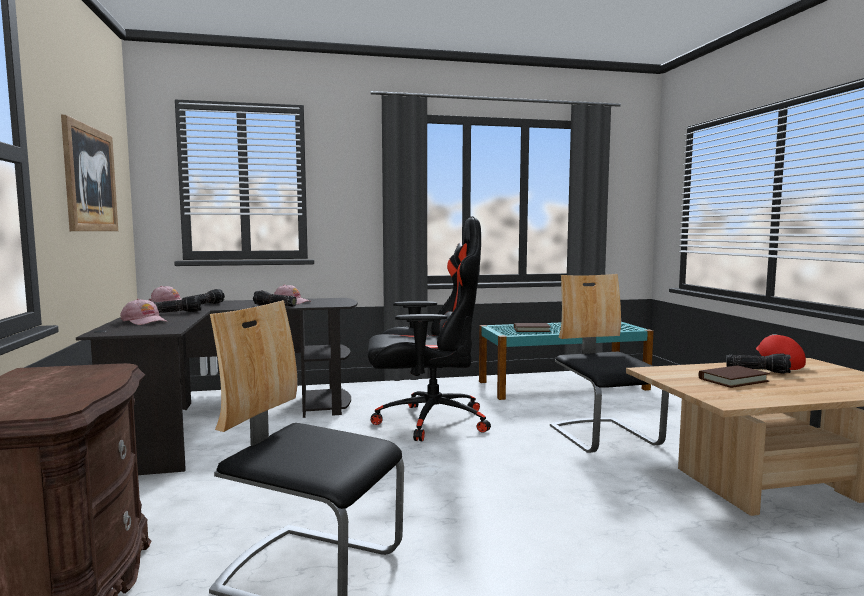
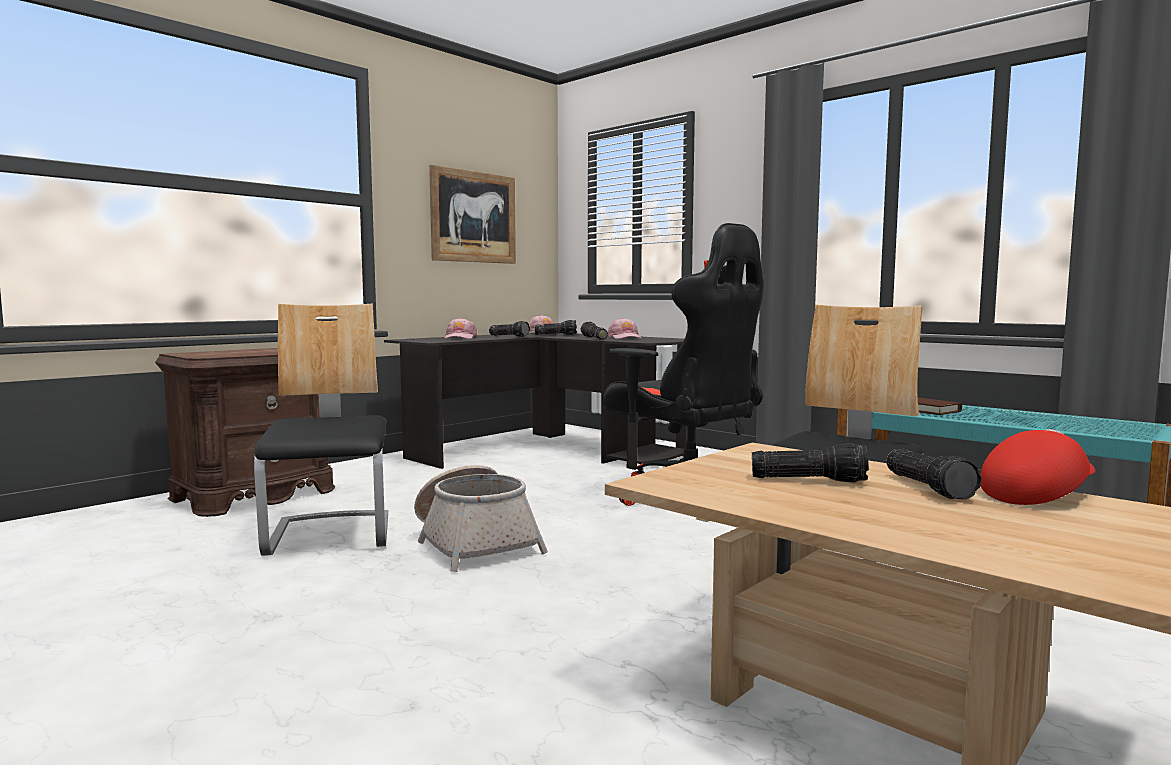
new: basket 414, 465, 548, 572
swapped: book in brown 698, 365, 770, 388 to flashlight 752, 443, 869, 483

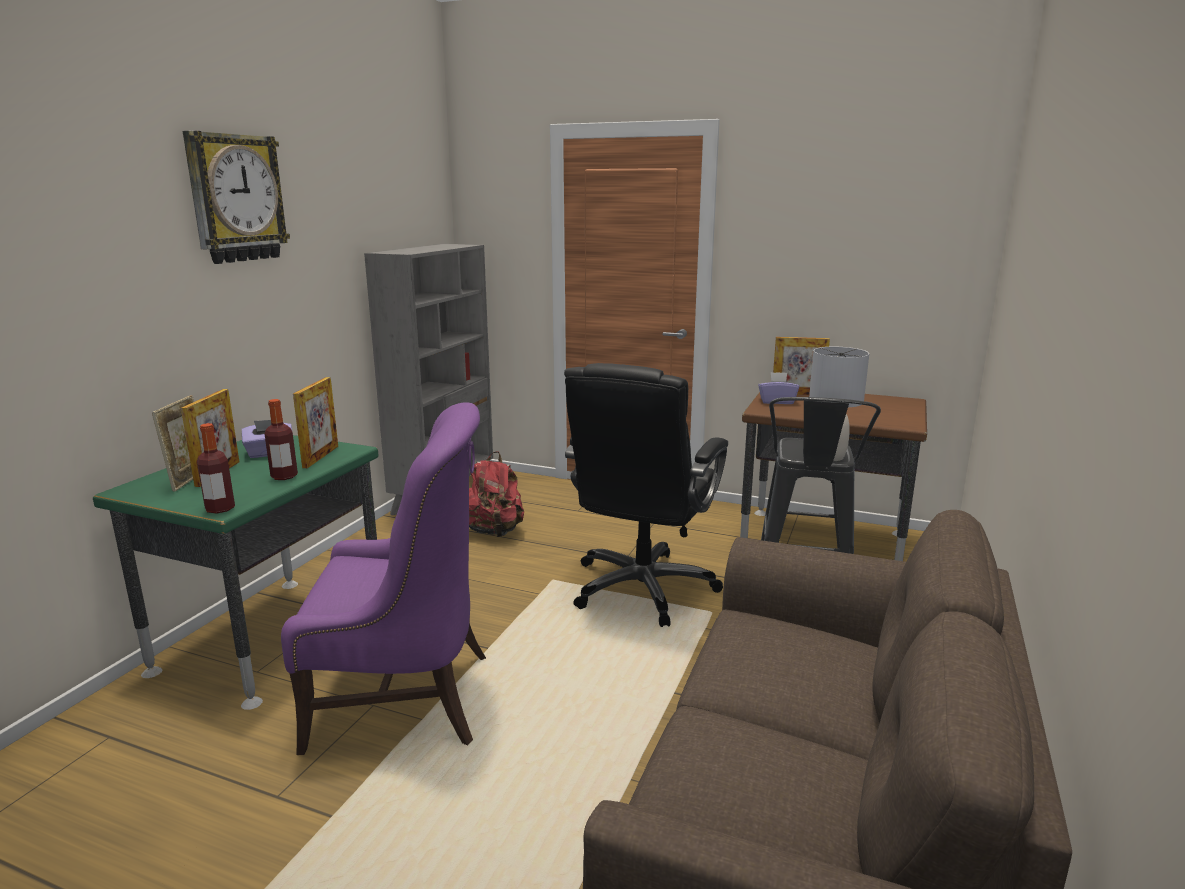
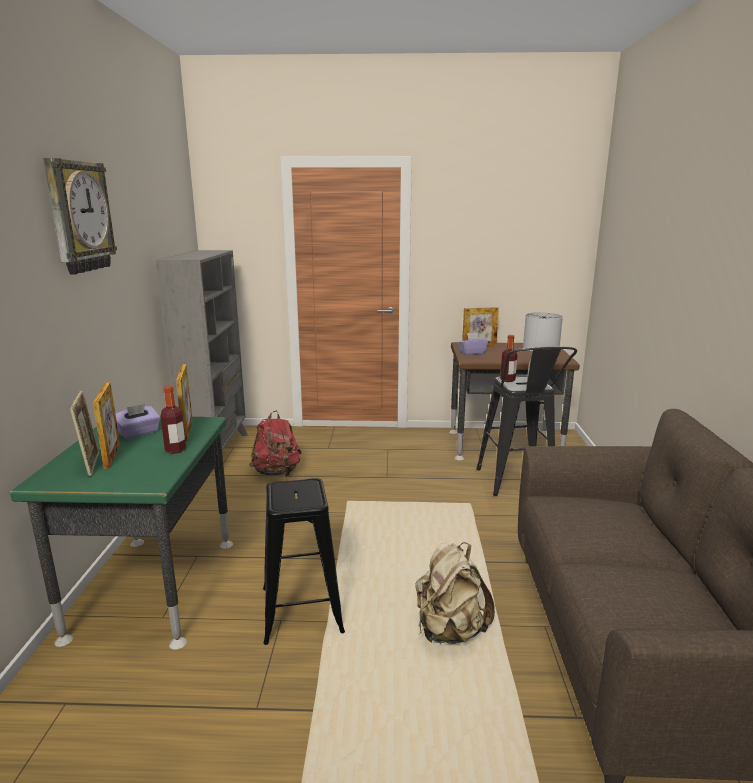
gone: office chair in black 564, 363, 728, 627
new: backpack in beige 415, 542, 495, 644
shifted: bottle 197, 423, 235, 513 to 500, 335, 517, 382
swapped: chair in purple 281, 402, 486, 755 to stool in black 263, 478, 345, 645

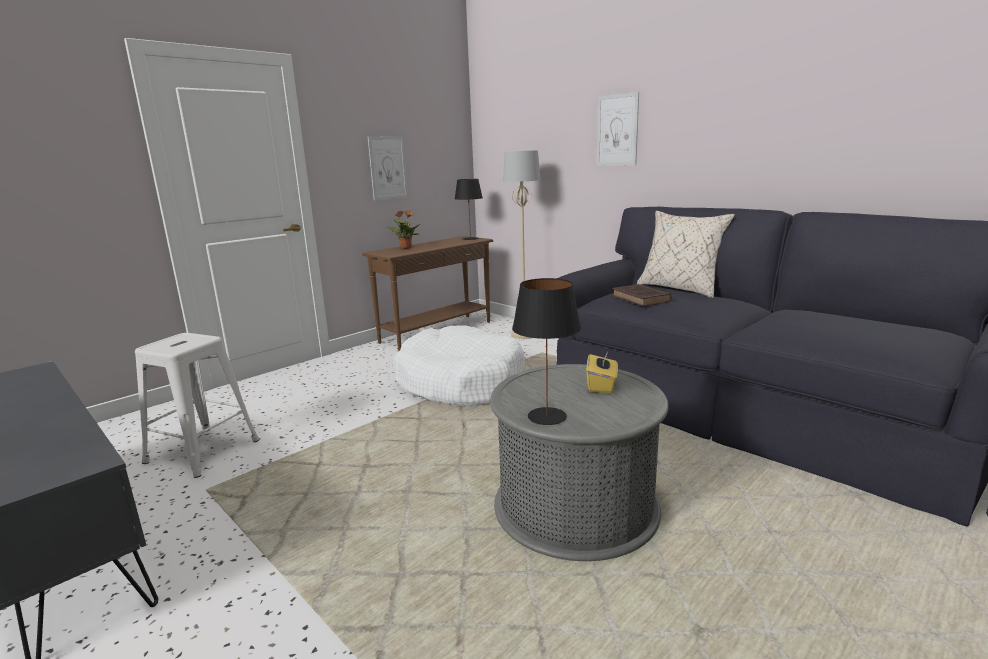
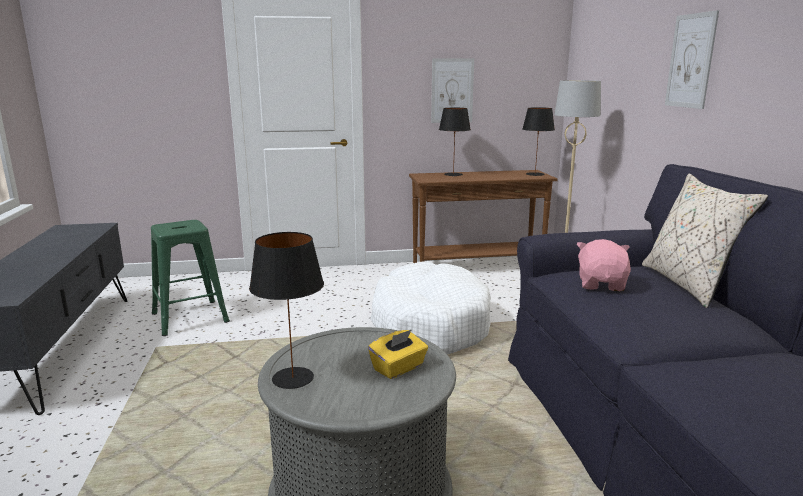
swapped: potted plant 387, 210, 420, 249 to table lamp in black 439, 108, 471, 176; book in brown 612, 284, 671, 306 to plush toy in pink 577, 239, 631, 291
repainted: stool in white 135, 333, 260, 478 to stool in green 151, 220, 230, 336

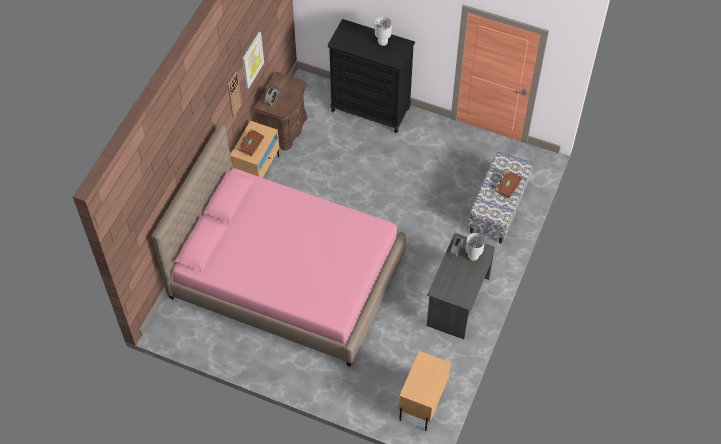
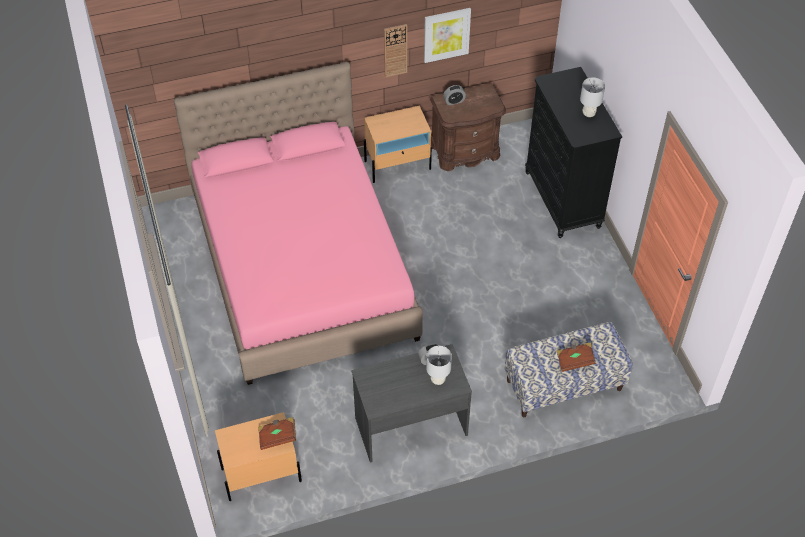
shifted: book in brown 238, 129, 265, 157 to 258, 417, 296, 450

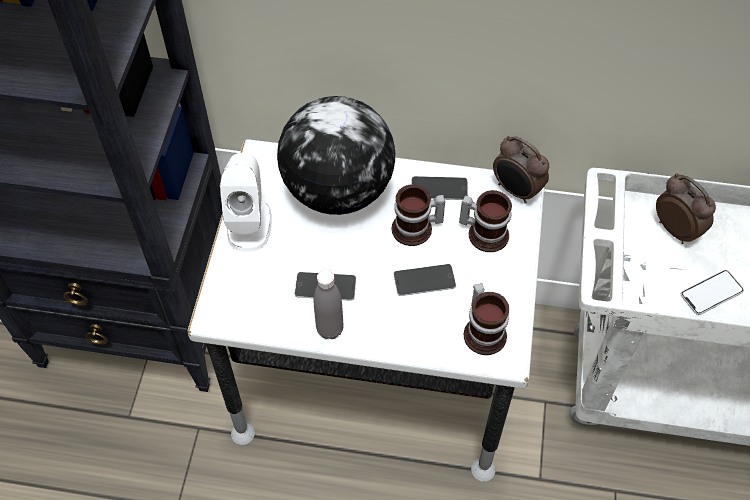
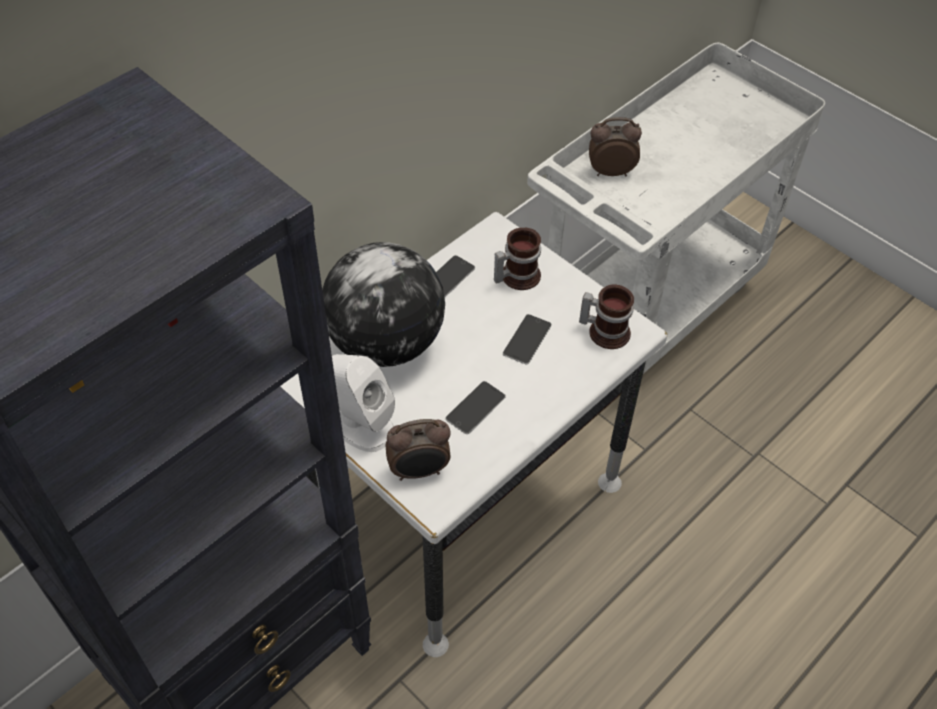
gone: mug 392, 185, 445, 246; bottle in grey 314, 270, 344, 339; phone 681, 270, 744, 315
shifted: alarm clock 493, 136, 549, 204 to 385, 419, 450, 481

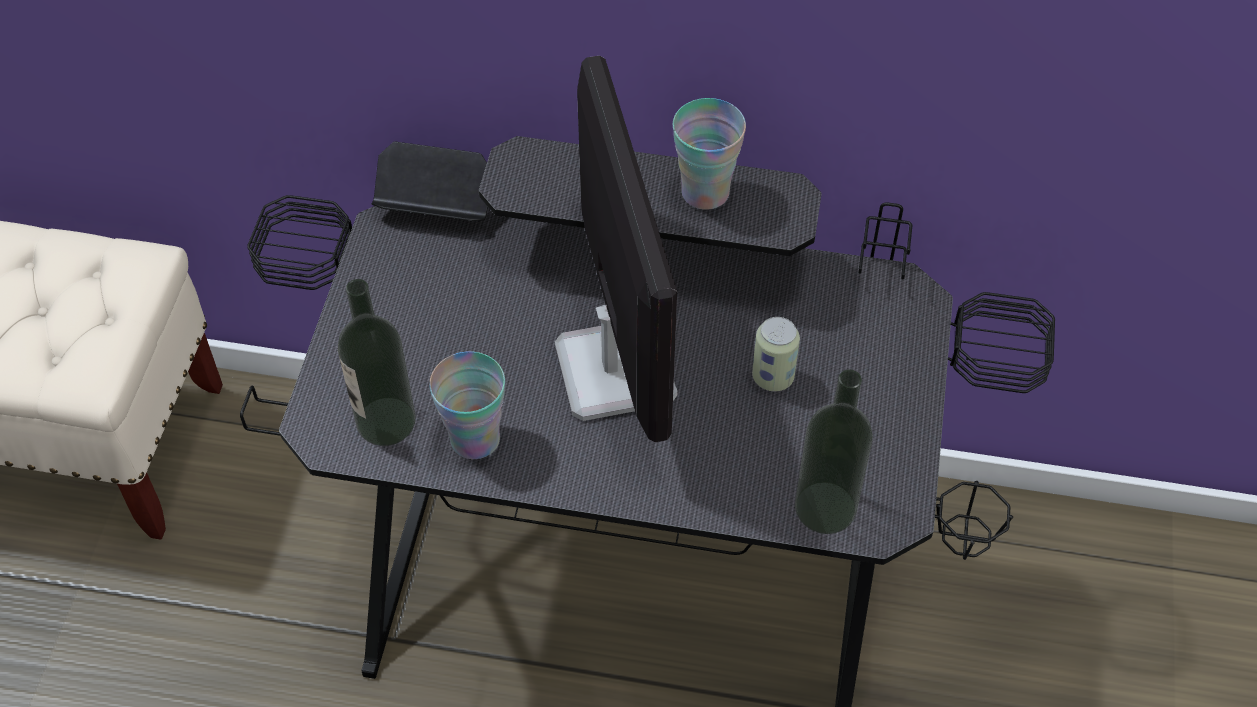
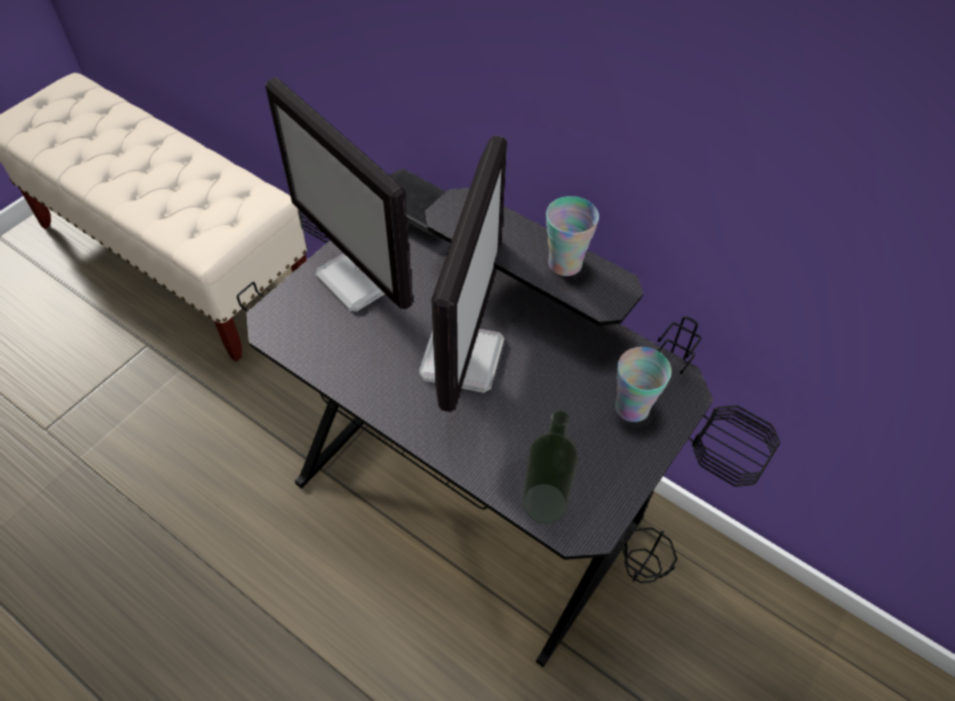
gone: bottle 338, 279, 416, 446; can 752, 317, 800, 391
new: monitor 265, 78, 413, 311
shifted: cup 429, 352, 505, 459 to 615, 347, 671, 422

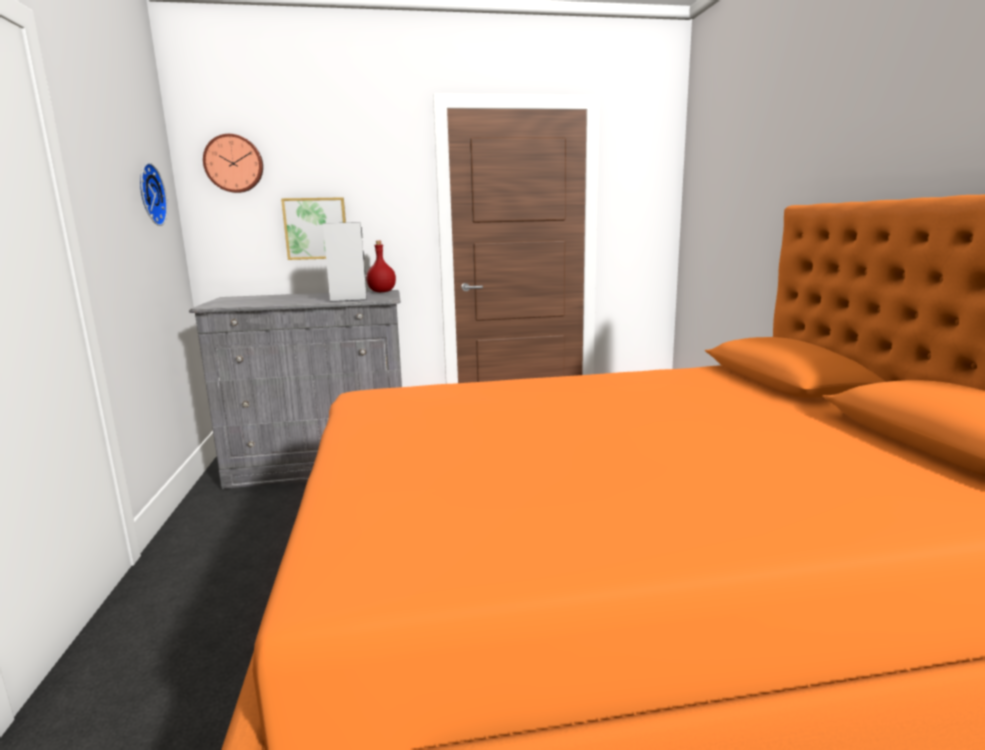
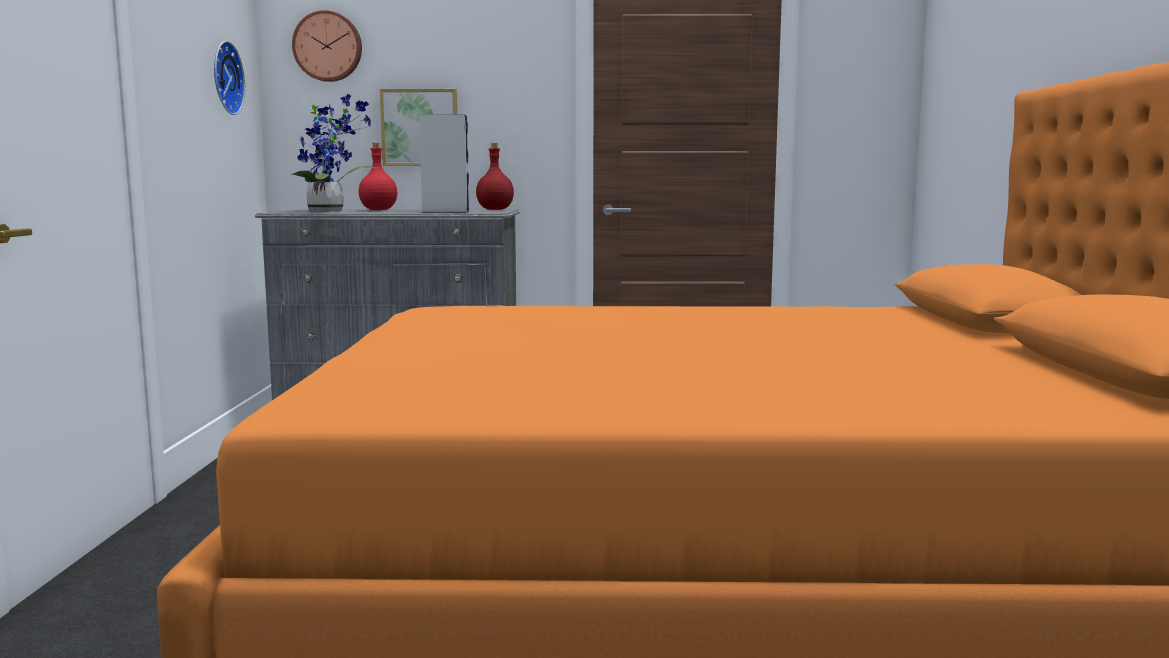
new: potted plant 291, 94, 379, 212; bottle in red 359, 143, 397, 210

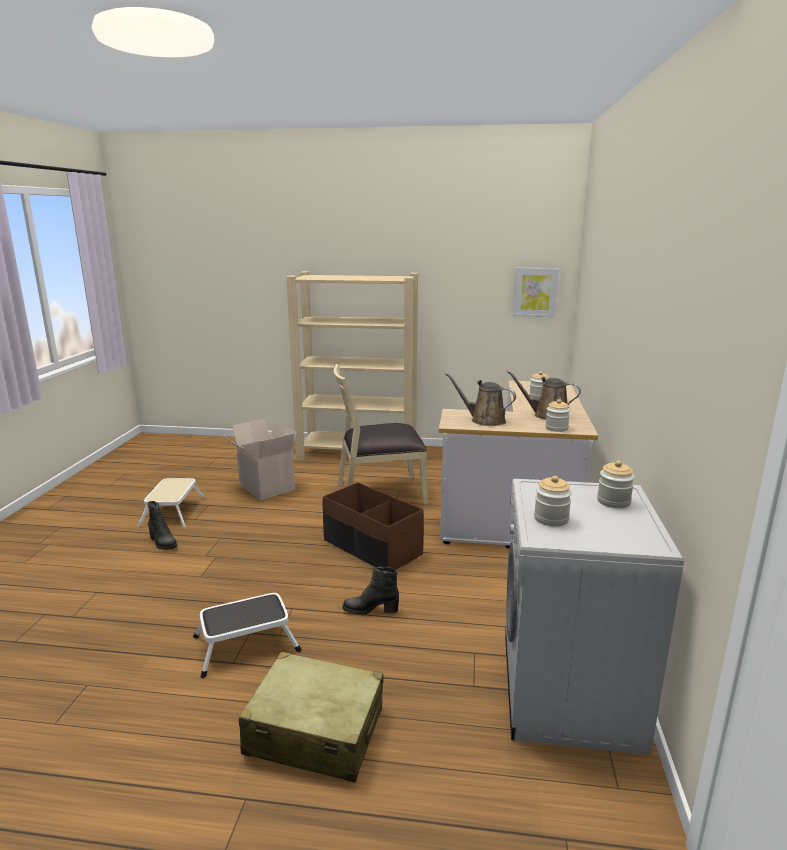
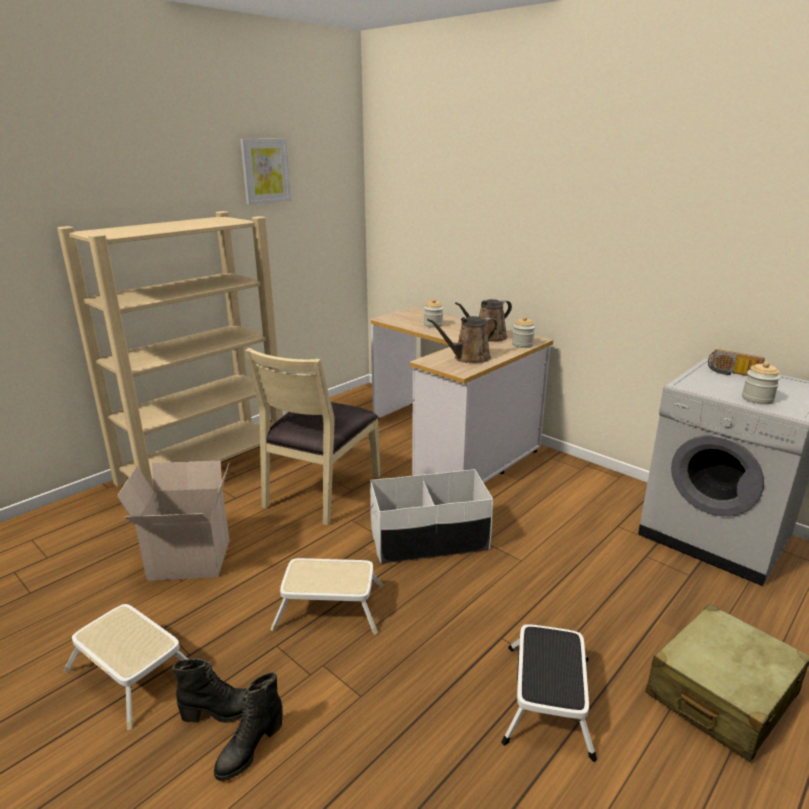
new: step ladder in beige 271, 558, 384, 635
shifted: picture 513, 268, 559, 317 to 240, 139, 291, 205; boot in black 343, 567, 399, 615 to 214, 672, 283, 781
swapped: jar 597, 461, 635, 508 to radio 708, 349, 765, 376
repainted: storage box in brown 322, 482, 424, 570 to storage box in white 370, 469, 493, 564

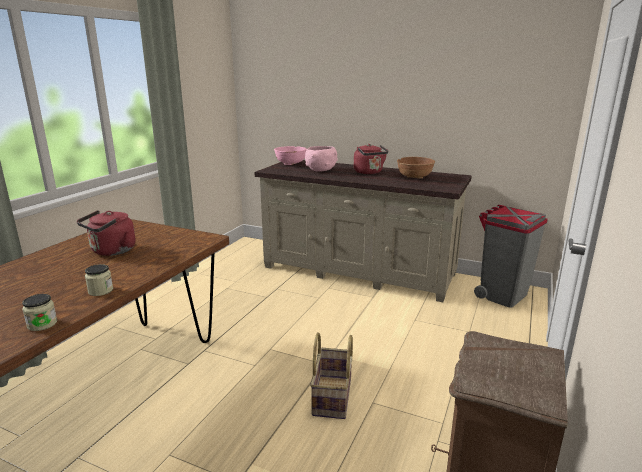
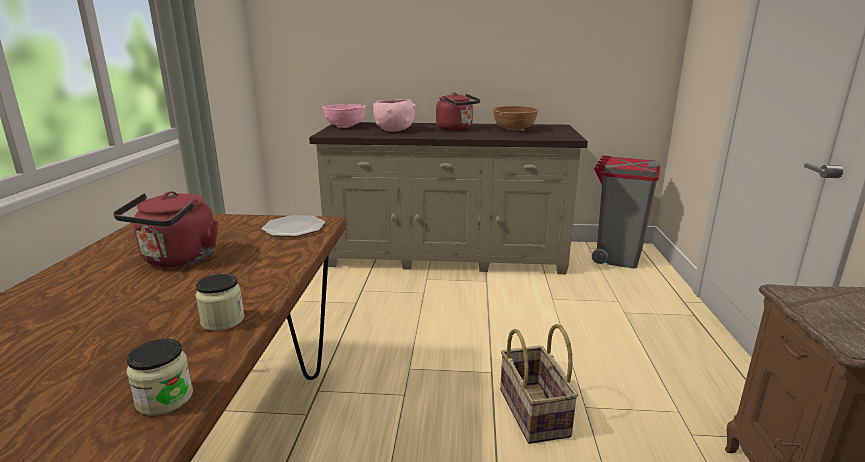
new: plate 261, 215, 325, 237

